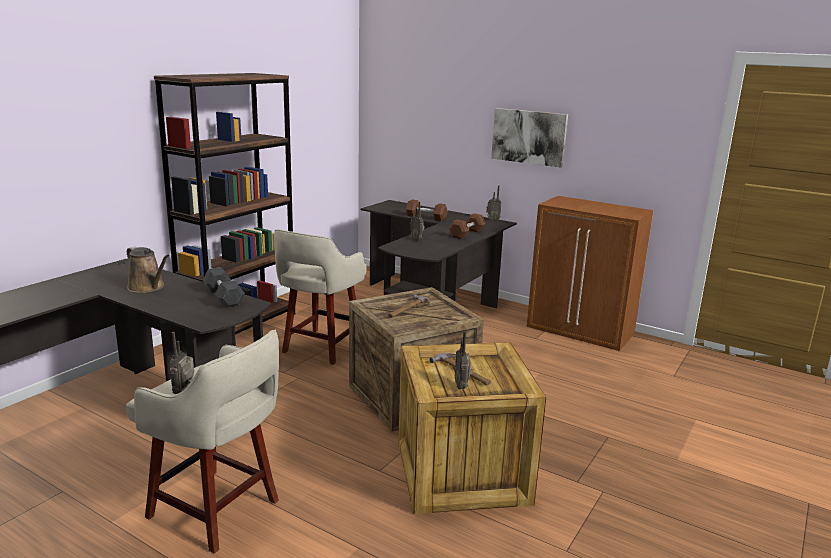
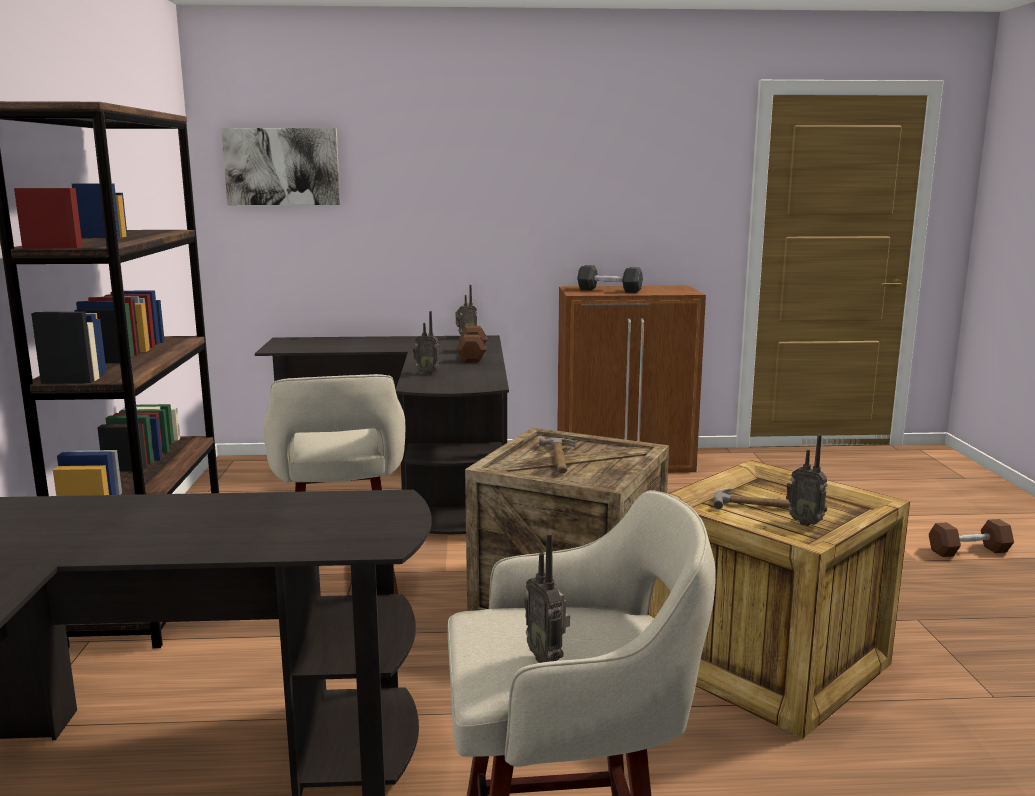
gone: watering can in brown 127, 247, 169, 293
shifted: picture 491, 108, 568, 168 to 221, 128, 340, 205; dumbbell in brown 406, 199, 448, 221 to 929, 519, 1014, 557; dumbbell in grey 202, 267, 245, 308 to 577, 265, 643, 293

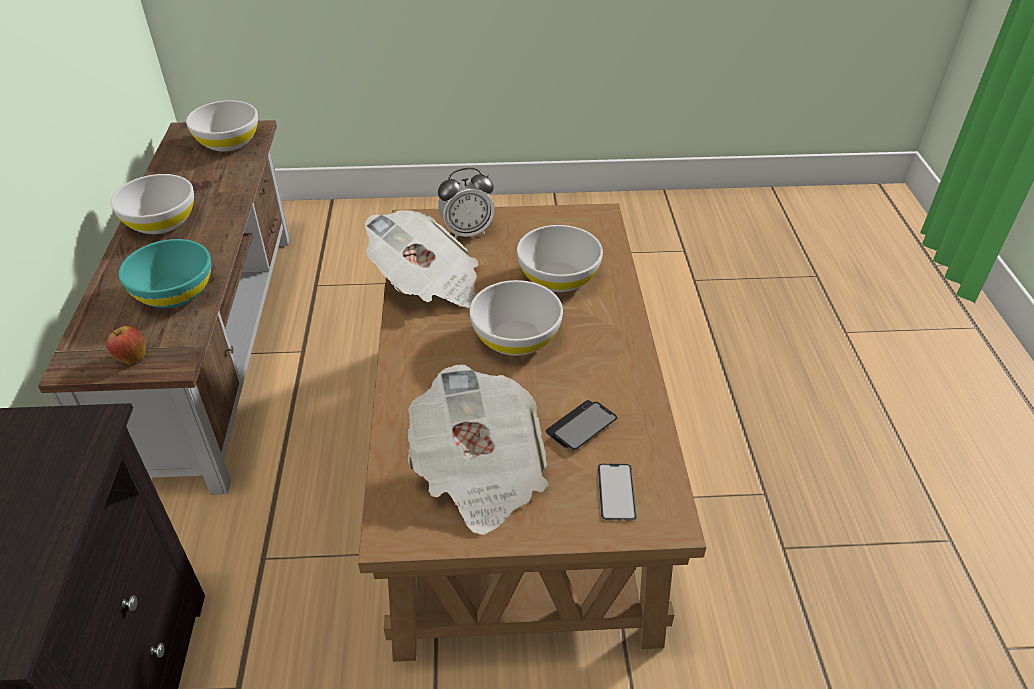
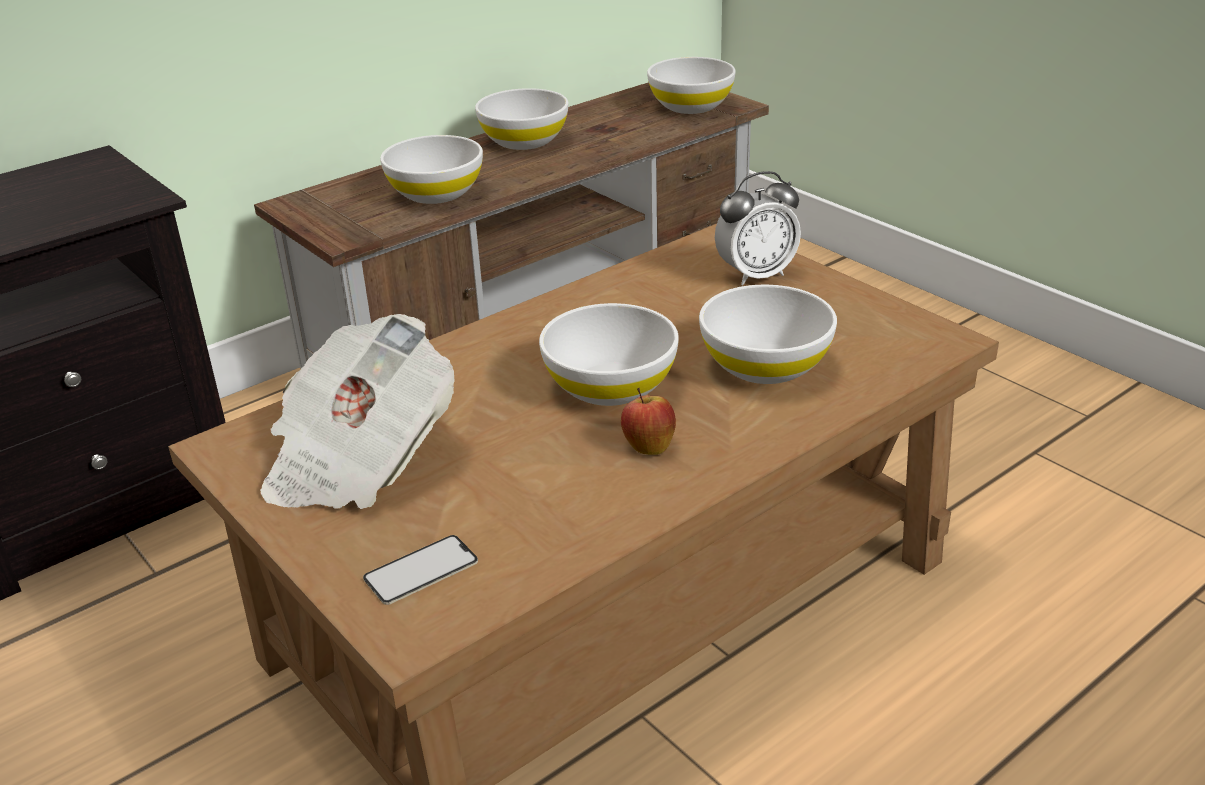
gone: newspaper 365, 210, 478, 308; phone 546, 400, 617, 450
shifted: apple 106, 326, 146, 364 to 621, 388, 676, 455
repainted: bowl in turquoise 119, 239, 211, 308 to bowl in white 380, 135, 483, 204
rotated: alarm clock 438, 168, 495, 239 = 715, 171, 801, 286 60 degrees counterclockwise

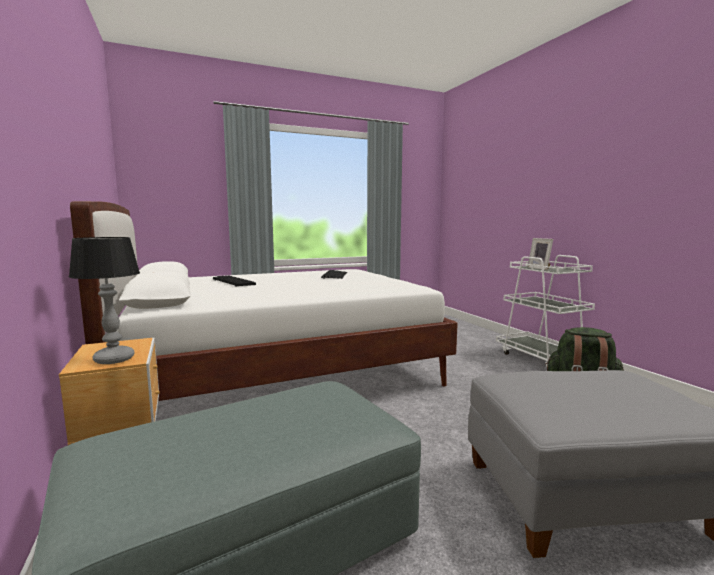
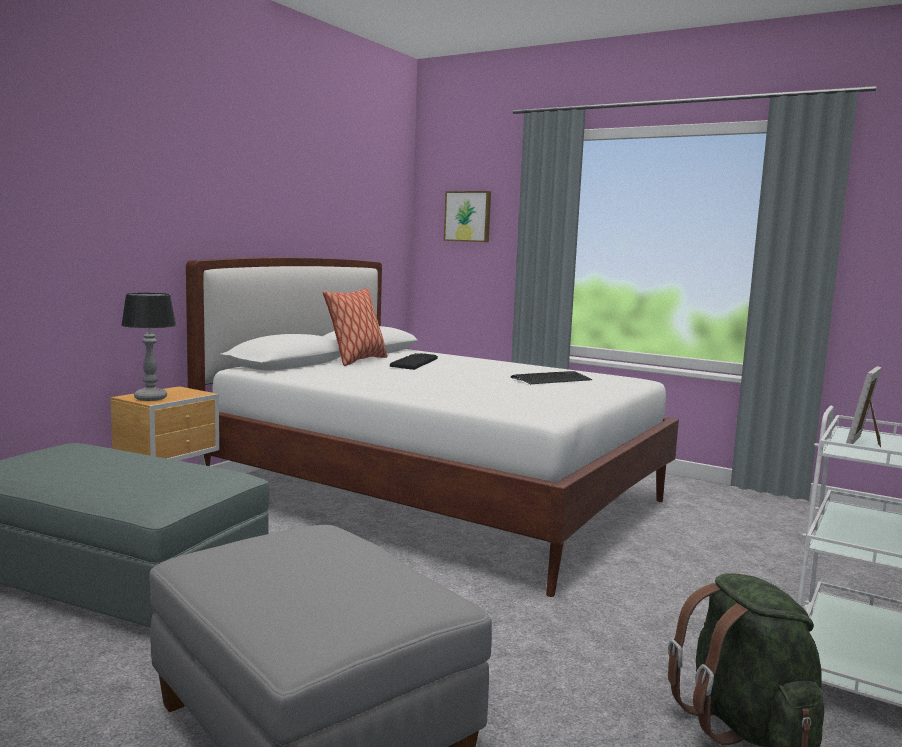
new: picture 444, 191, 491, 242; pillow 323, 288, 388, 366

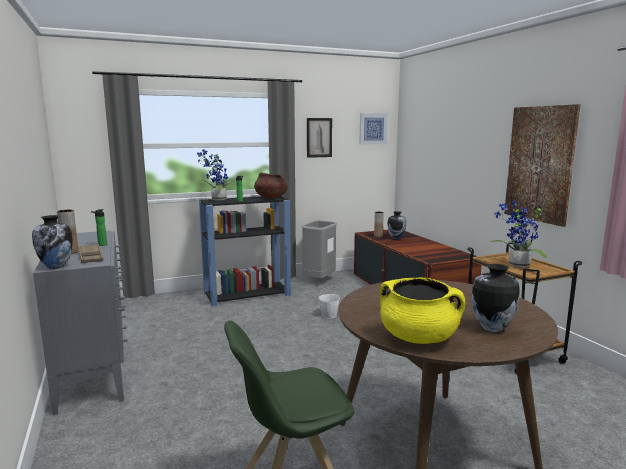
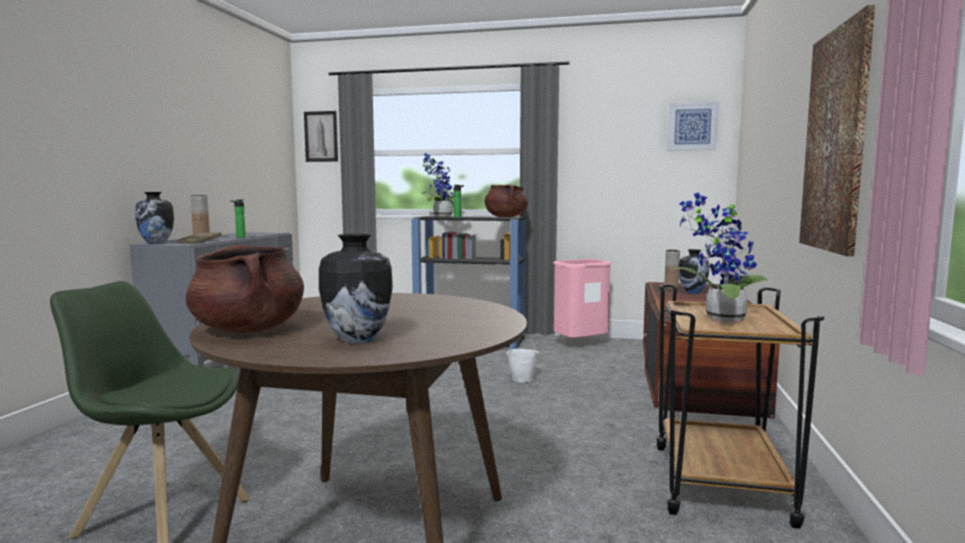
shifted: picture 307, 118, 332, 158 to 304, 111, 338, 162
repainted: trash can in grey 301, 220, 337, 278 to trash can in pink 554, 259, 612, 338; cooking pot in yellow 380, 277, 465, 344 to cooking pot in brown 186, 245, 304, 333

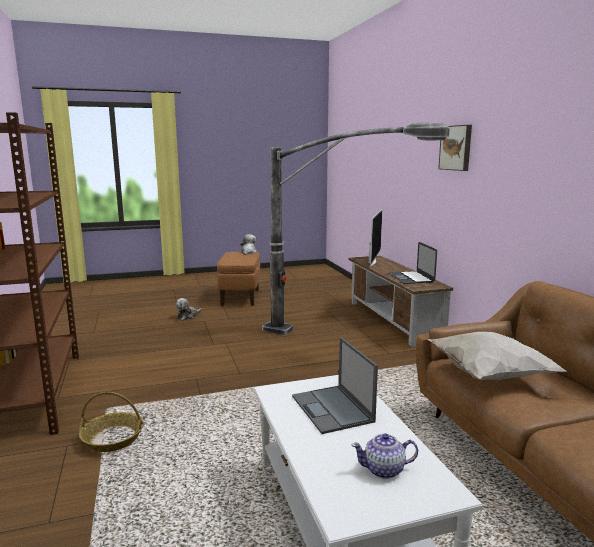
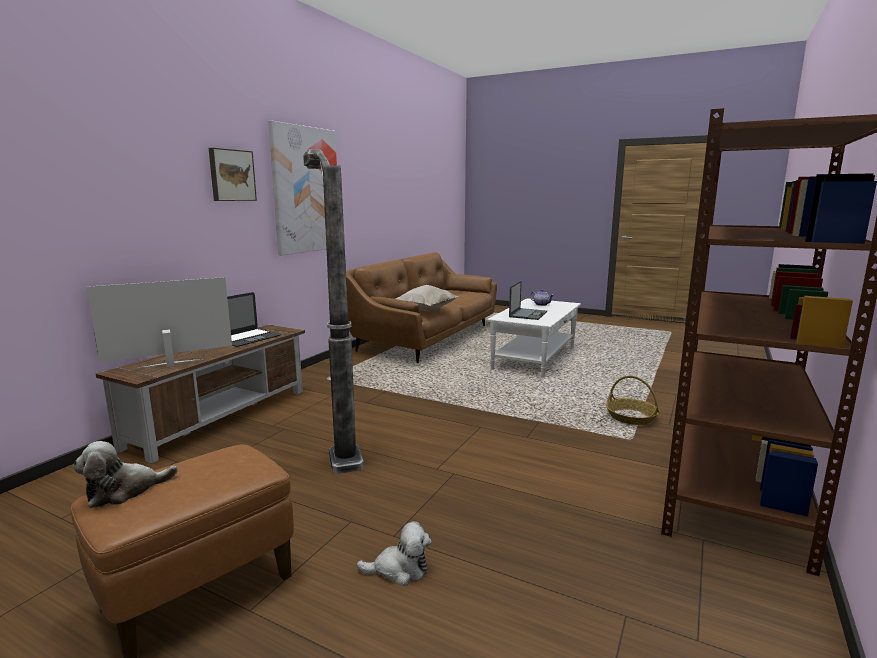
new: picture 268, 120, 337, 255

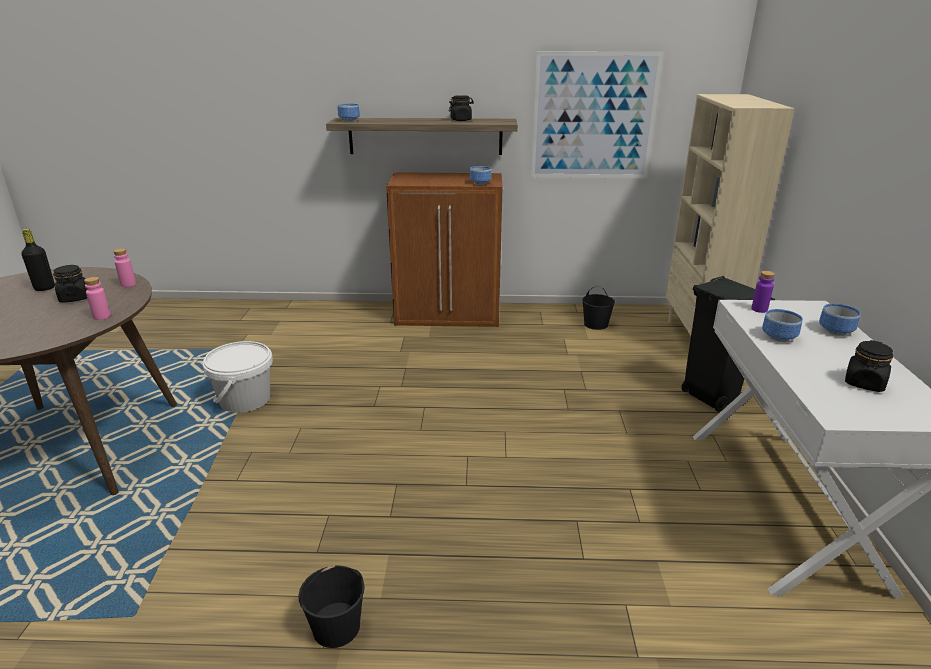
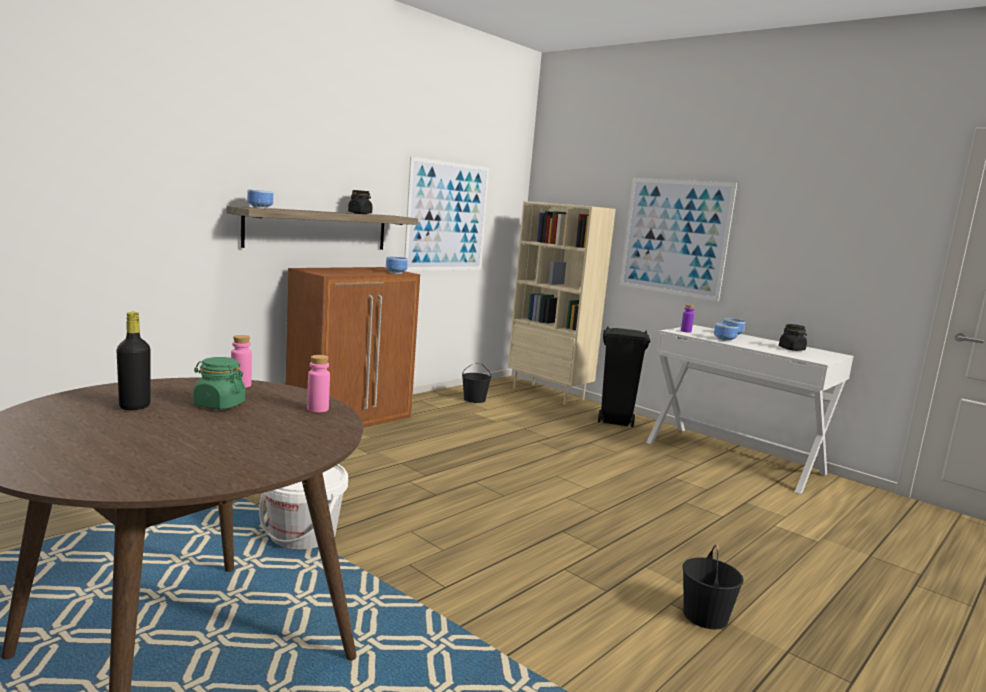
new: picture 620, 178, 737, 301
repainted: jar in black 53, 265, 88, 303 to jar in green 193, 357, 245, 409

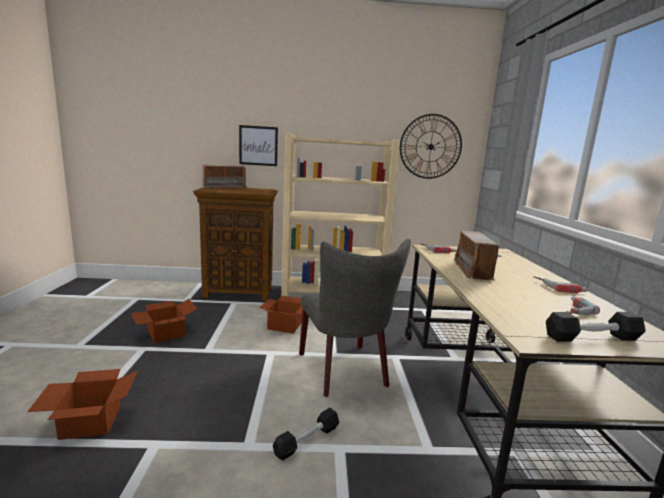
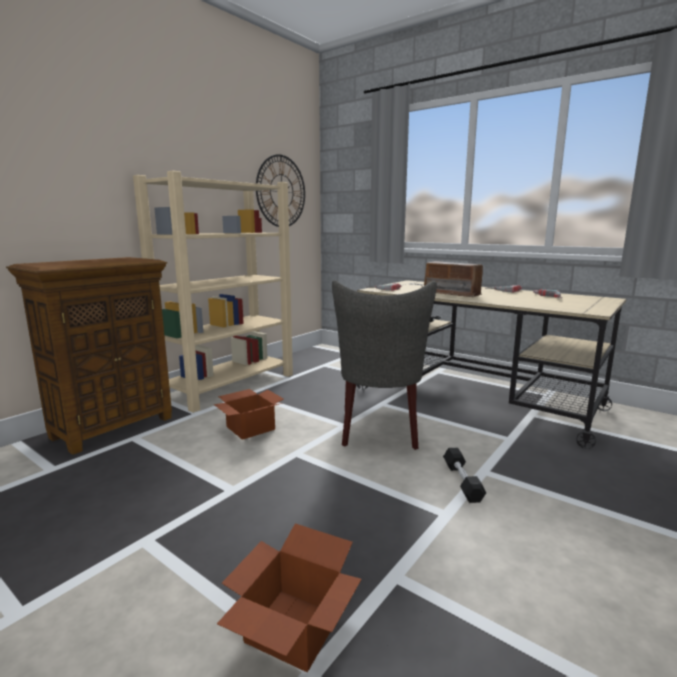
gone: picture 239, 125, 278, 166; radio 201, 164, 248, 189; cardboard box 131, 299, 197, 343; dumbbell in black 546, 312, 646, 342
rotated: chair in grey 299, 239, 411, 397 = 332, 280, 437, 450 75 degrees clockwise

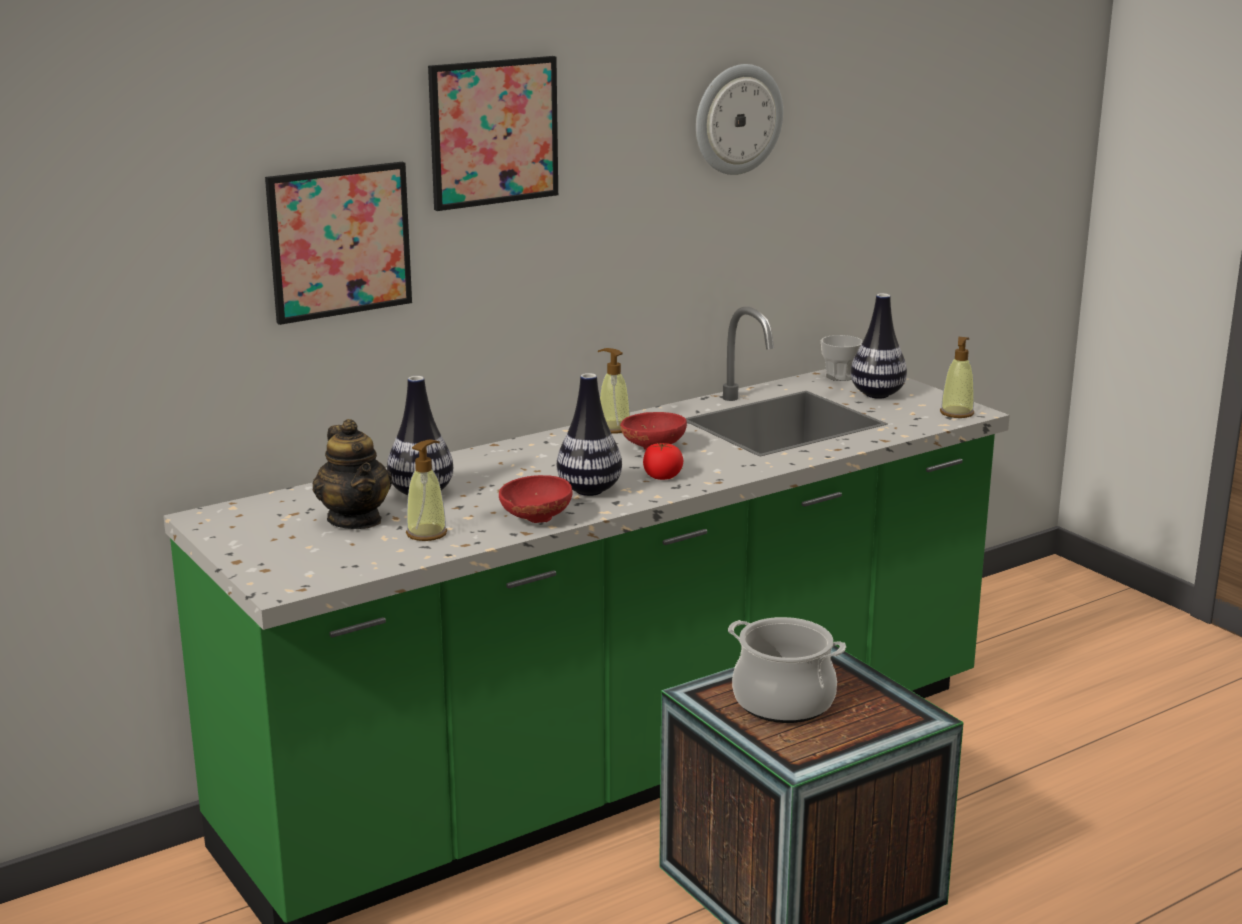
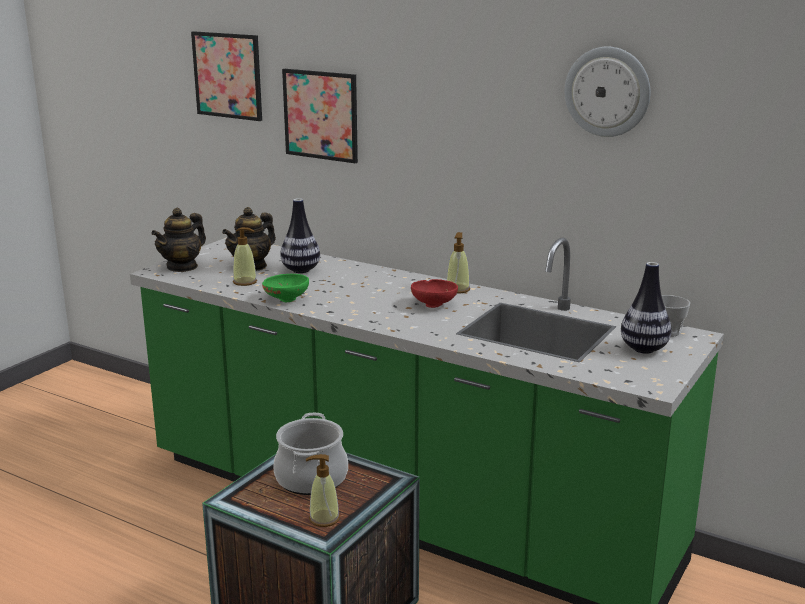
gone: vase 556, 373, 622, 496; tomato 643, 443, 683, 480
new: teapot 151, 208, 206, 272
shifted: picture 428, 56, 558, 211 to 191, 31, 262, 121; soap dispenser 940, 337, 974, 418 to 306, 454, 340, 527
repainted: bowl in red 499, 475, 573, 523 to bowl in green 262, 274, 309, 302

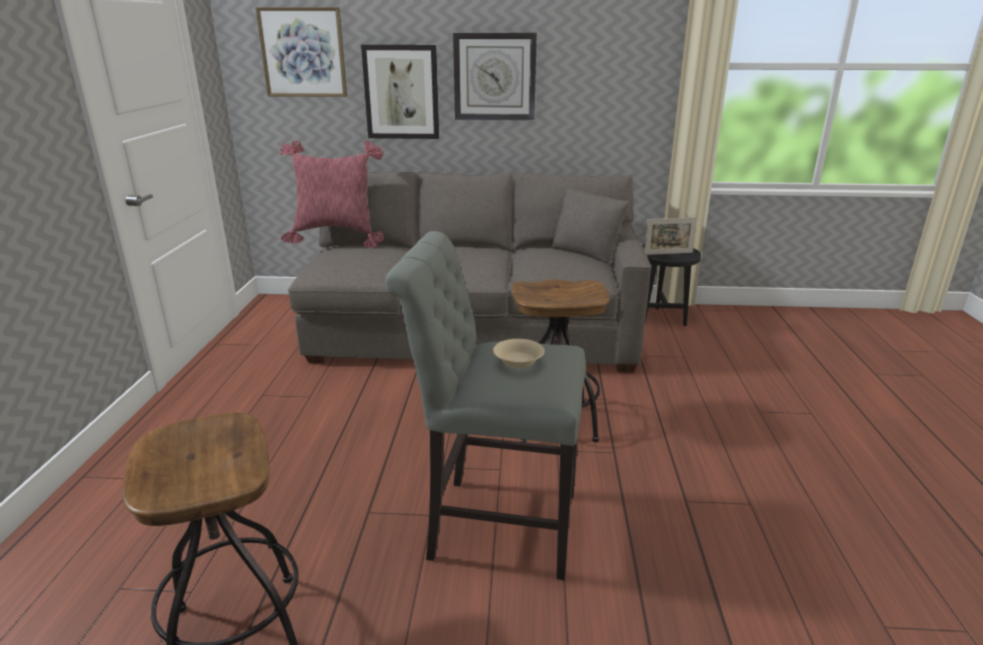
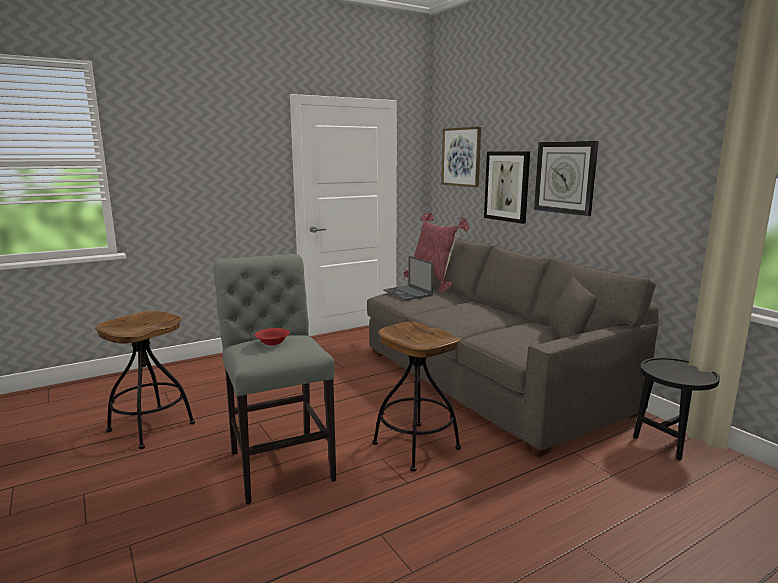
gone: picture frame 644, 217, 697, 255
new: laptop 383, 256, 433, 300
repainted: bowl in beige 493, 339, 544, 368 to bowl in red 254, 328, 290, 345

